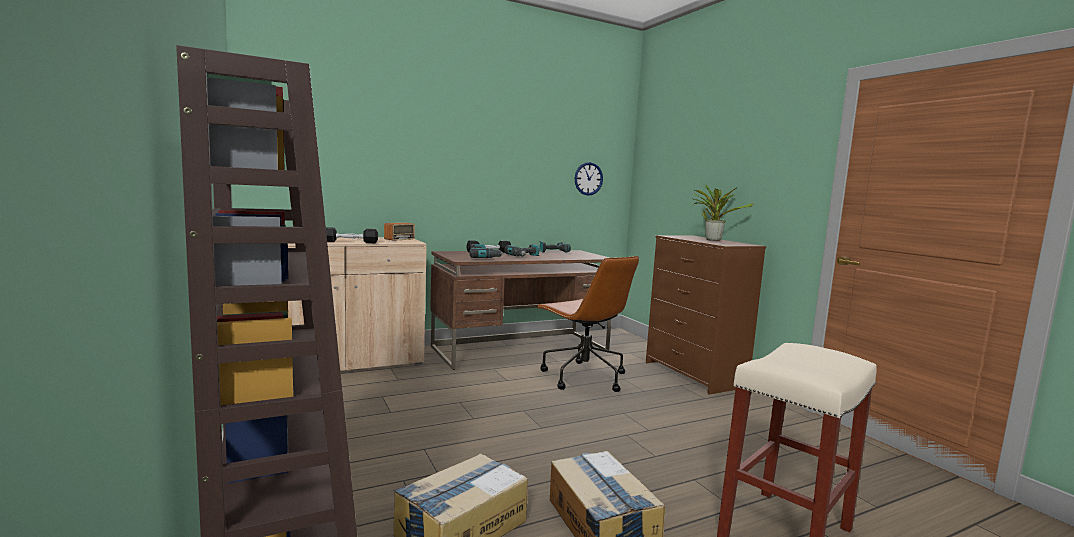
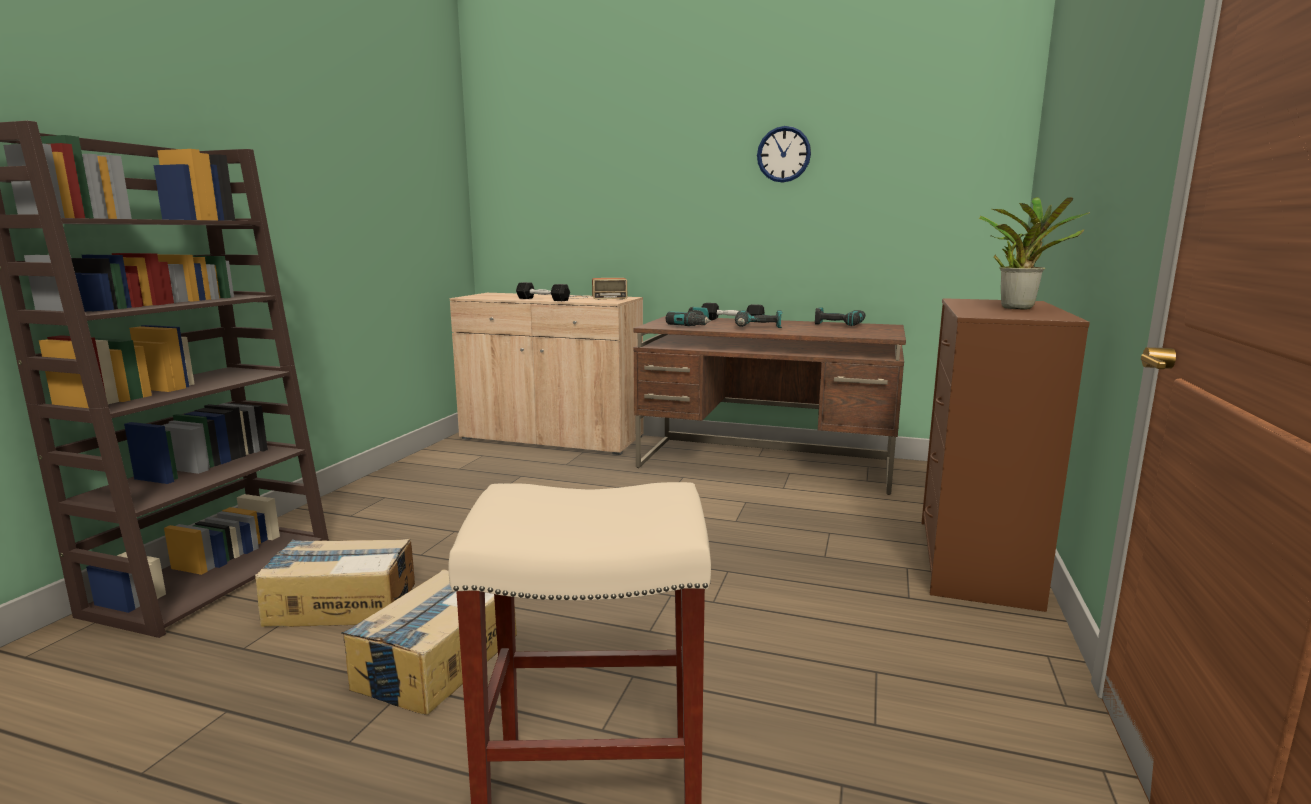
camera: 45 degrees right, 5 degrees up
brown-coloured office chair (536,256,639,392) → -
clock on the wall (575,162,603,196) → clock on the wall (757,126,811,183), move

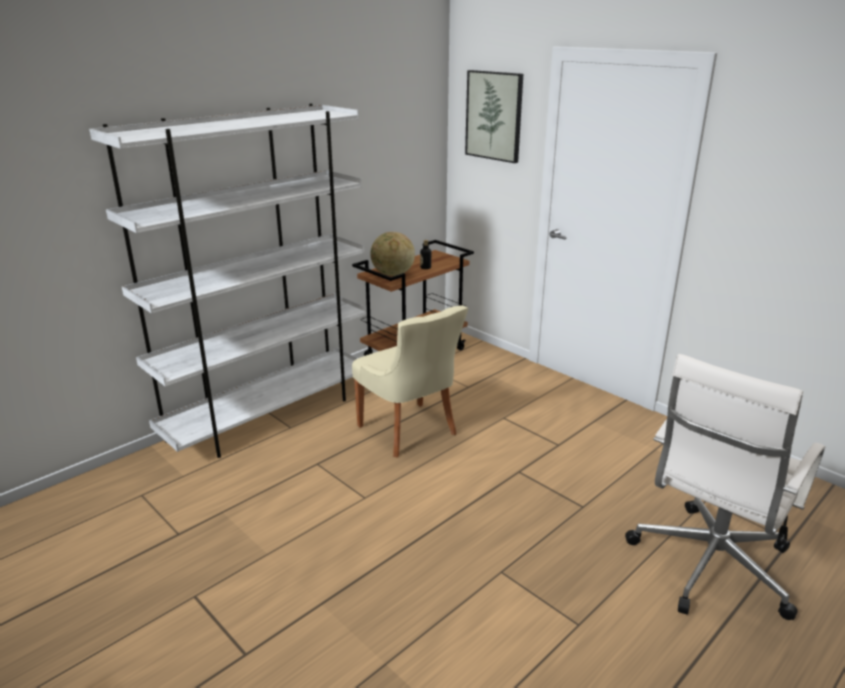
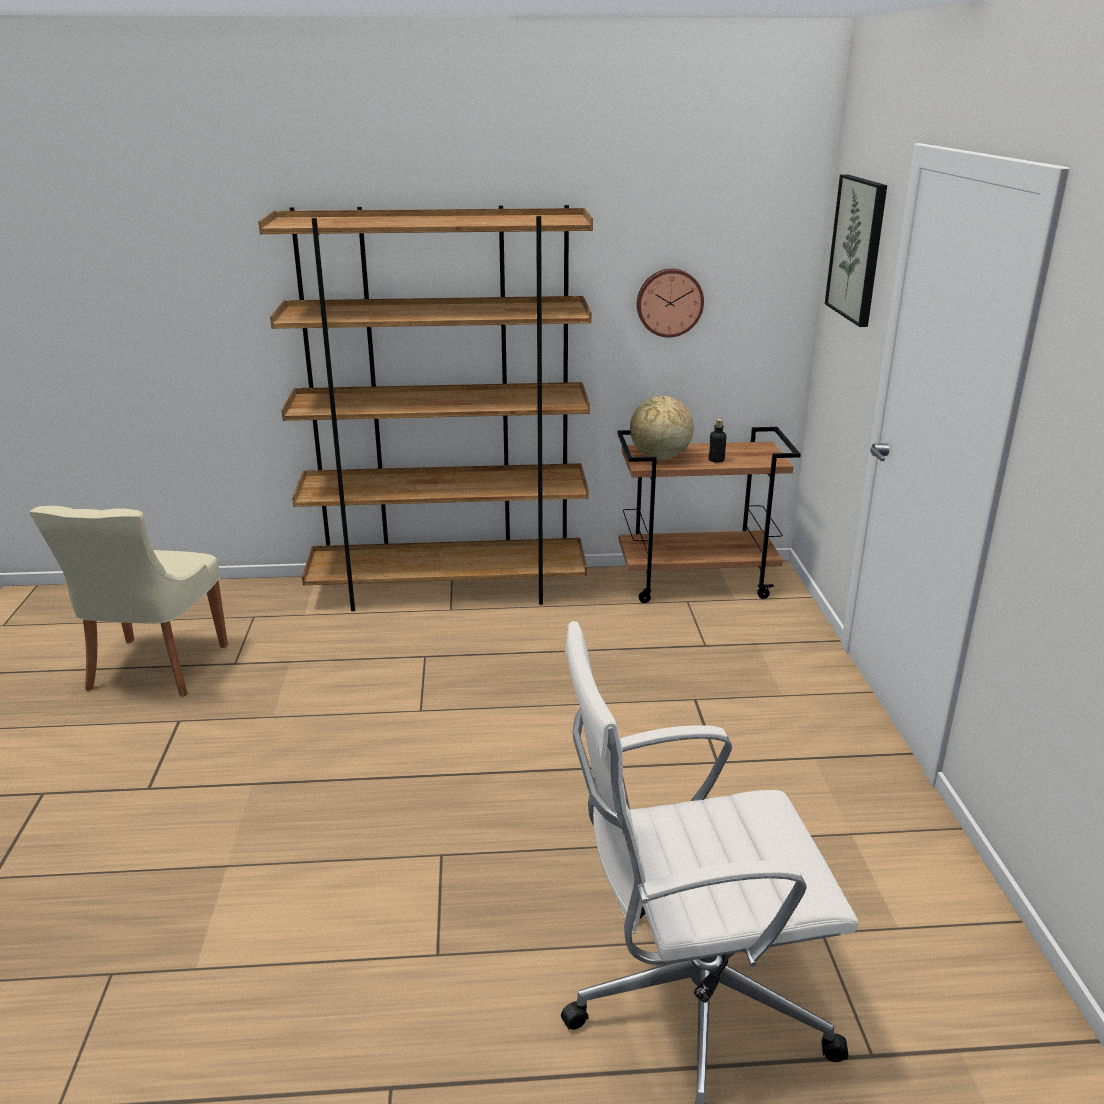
camera: 40 degrees right, 0 degrees up
white-coloured bookshelf (89,104,367,458) → brown-coloured bookshelf (258,205,593,611)
beige-coloured upright chair (352,305,468,457) → beige-coloured upright chair (29,506,228,697), move
- → clock on the wall (637,269,704,337)

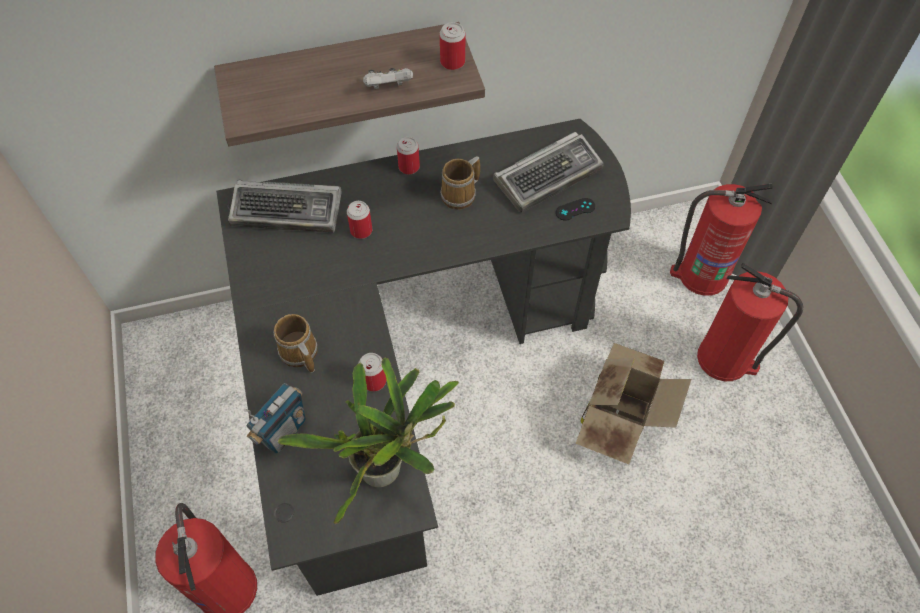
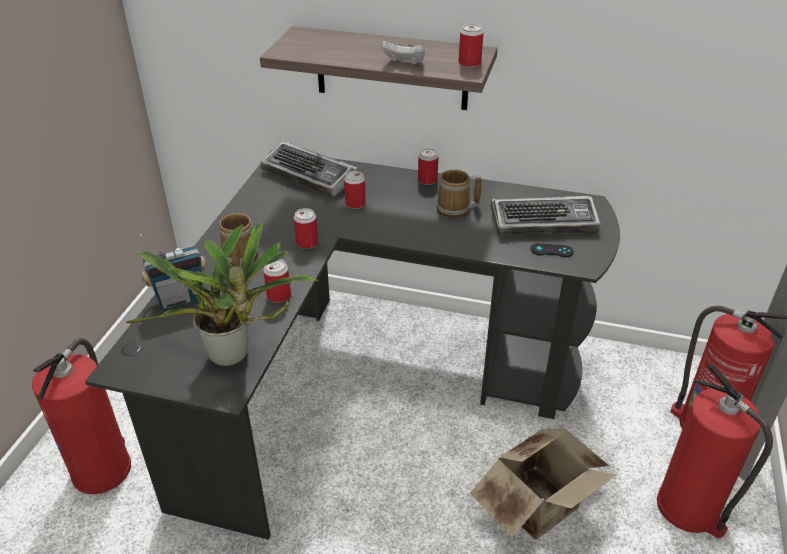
camera: 30 degrees right, 20 degrees down
- → can (294,208,318,249)

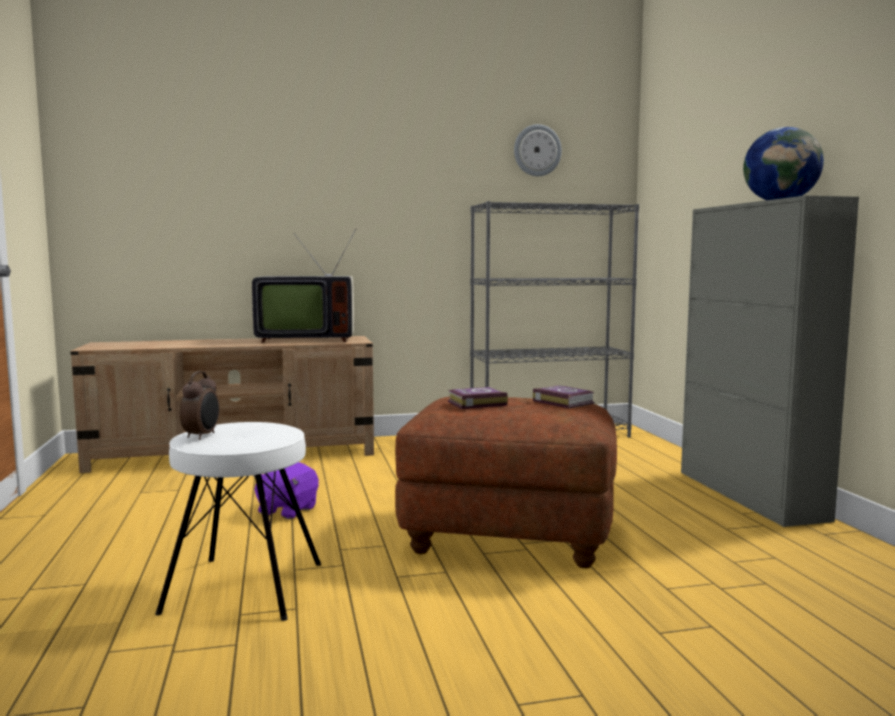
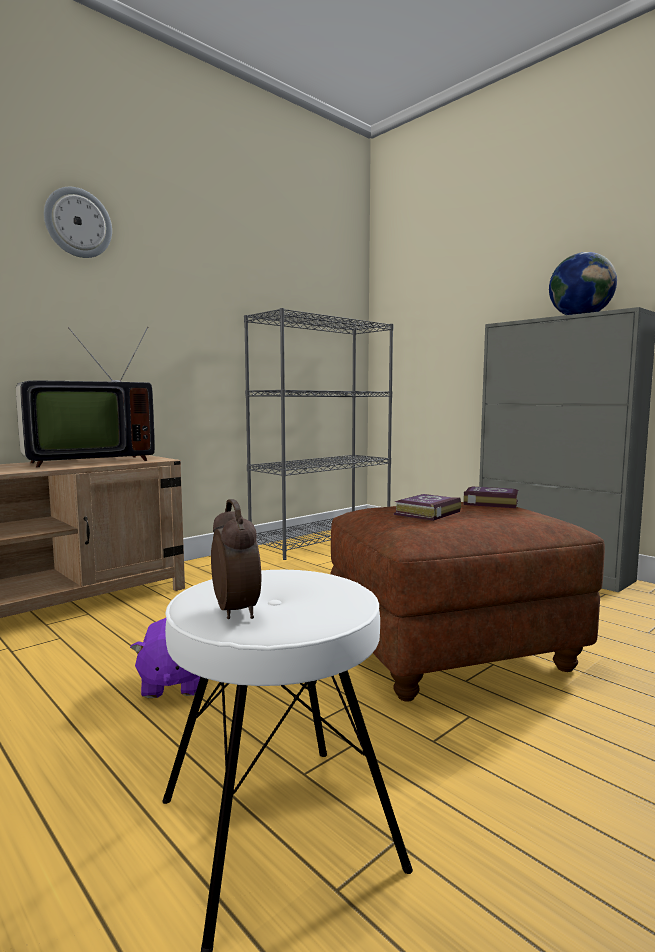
camera: 30 degrees left, 0 degrees up
clock on the wall (514,124,562,176) → clock on the wall (44,187,112,258), move

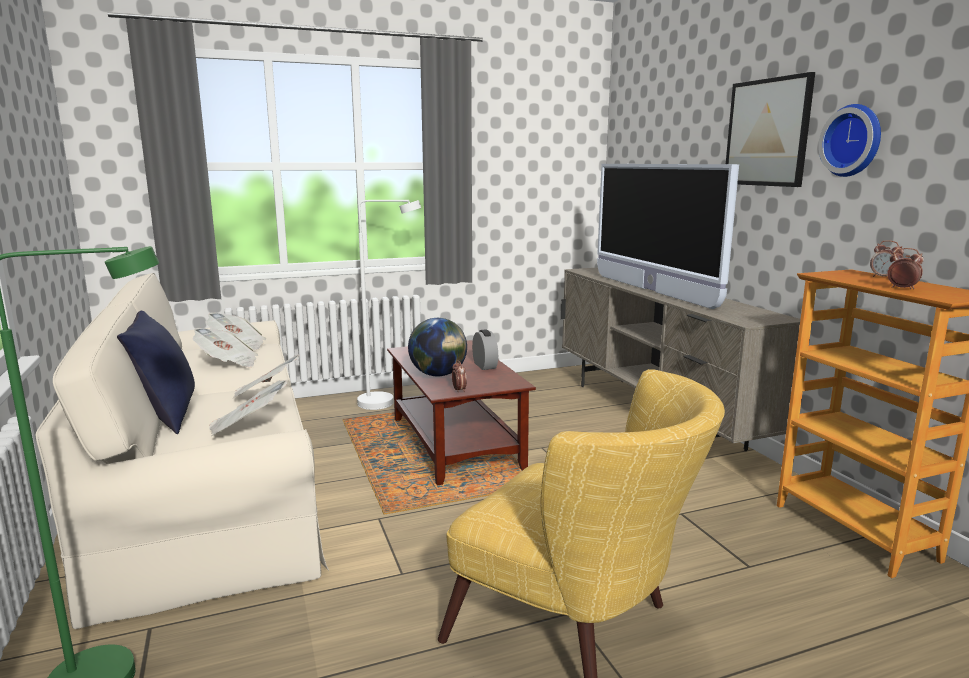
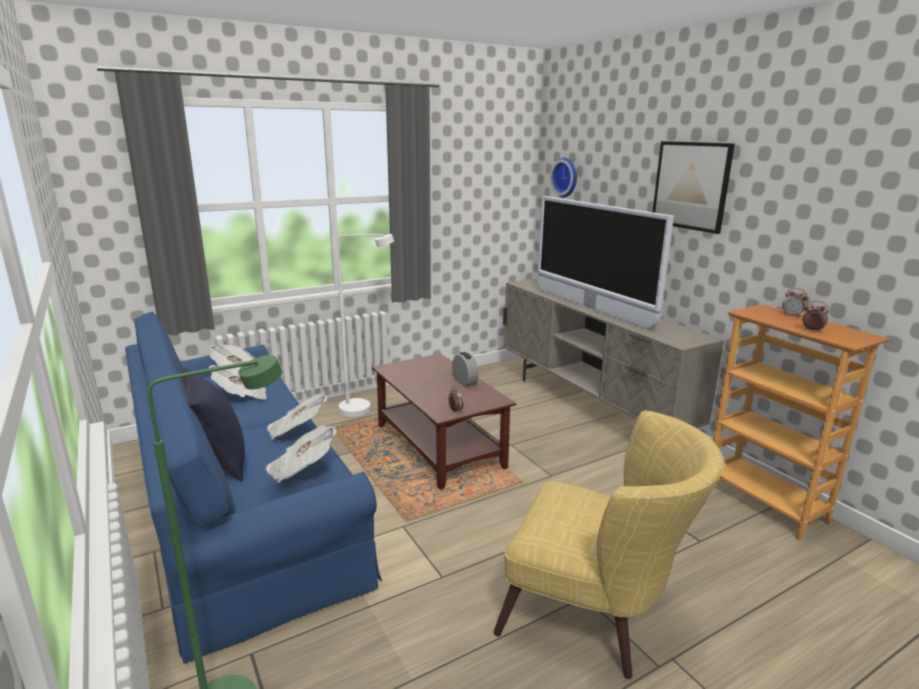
camera: 10 degrees left, 5 degrees up
beige-coloured couch (36,273,329,629) → blue-coloured couch (125,311,382,664)
world globe (408,318,467,376) → -
clock on the wall (818,104,881,177) → clock on the wall (550,158,577,198), move

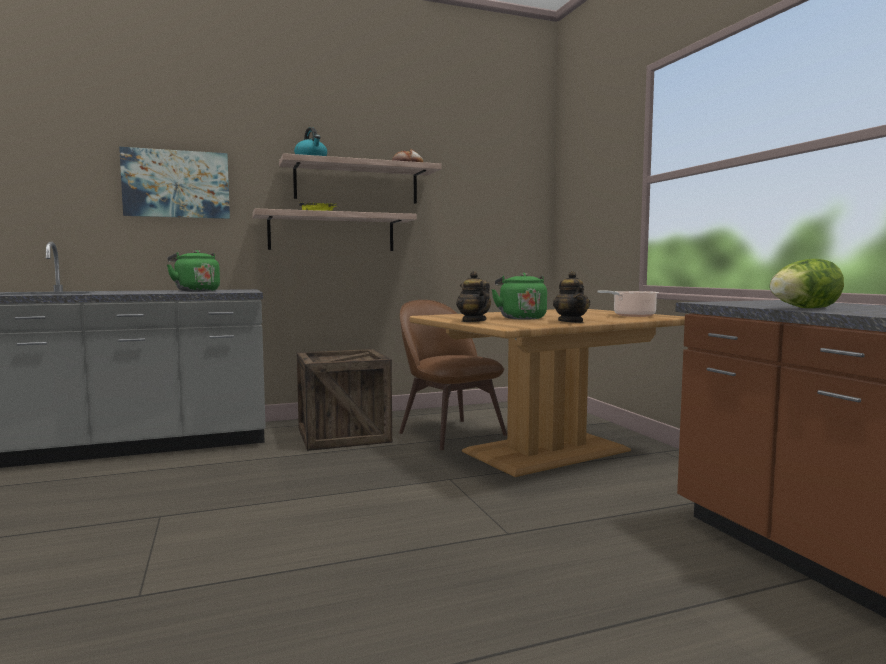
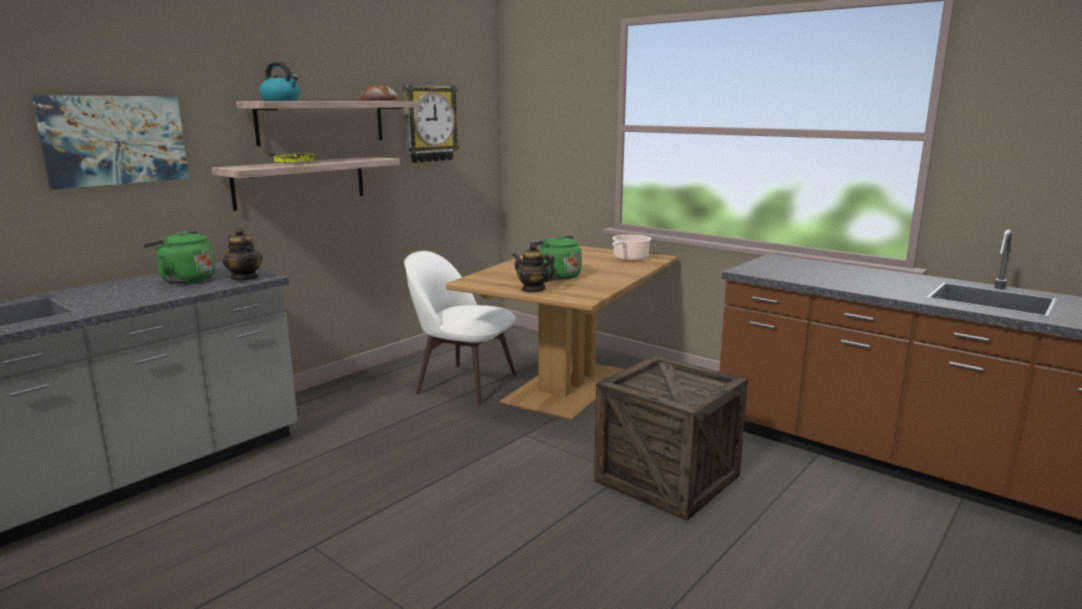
camera: 30 degrees left, 10 degrees up
crate (297,349,392,451) → crate (594,355,748,520), move
brown-coloured upright chair (399,300,507,450) → white-coloured upright chair (404,251,517,405)
teapot (553,271,590,323) → teapot (222,228,263,280), move
lettuce head (770,259,844,308) → -
- → clock on the wall (403,85,460,163)

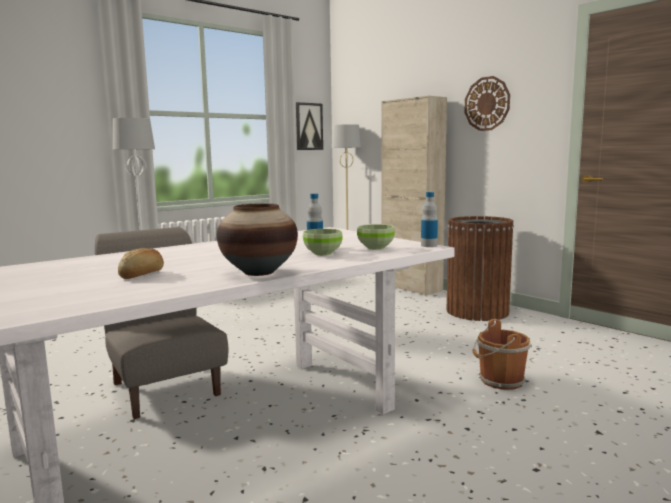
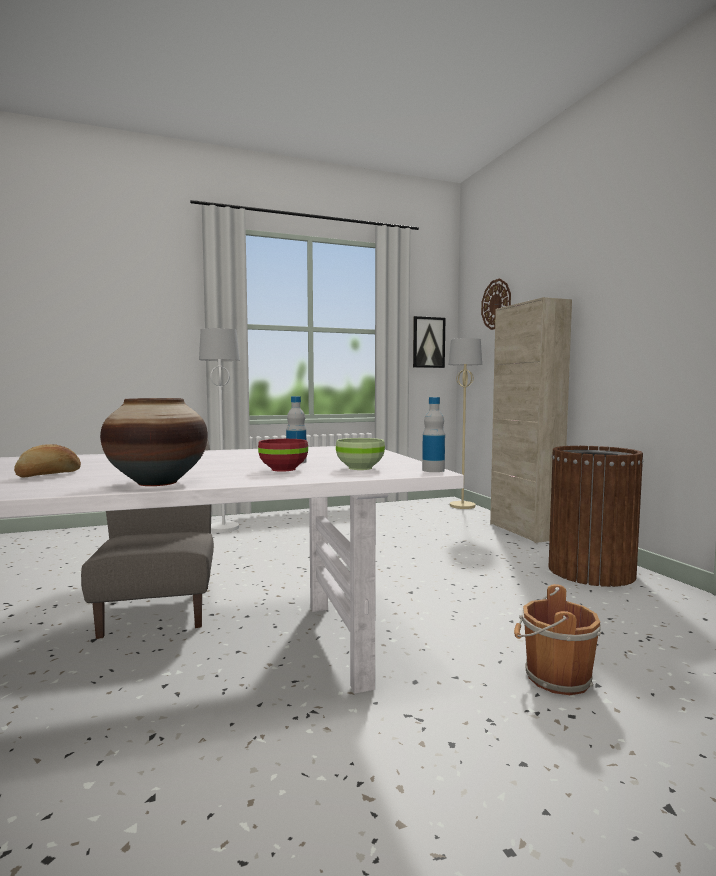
camera: 20 degrees right, 5 degrees down
green-coloured bowl (303,229,343,256) → red-coloured bowl (258,439,308,472)
clock on the wall (464,76,510,131) → clock on the wall (481,278,511,330), move

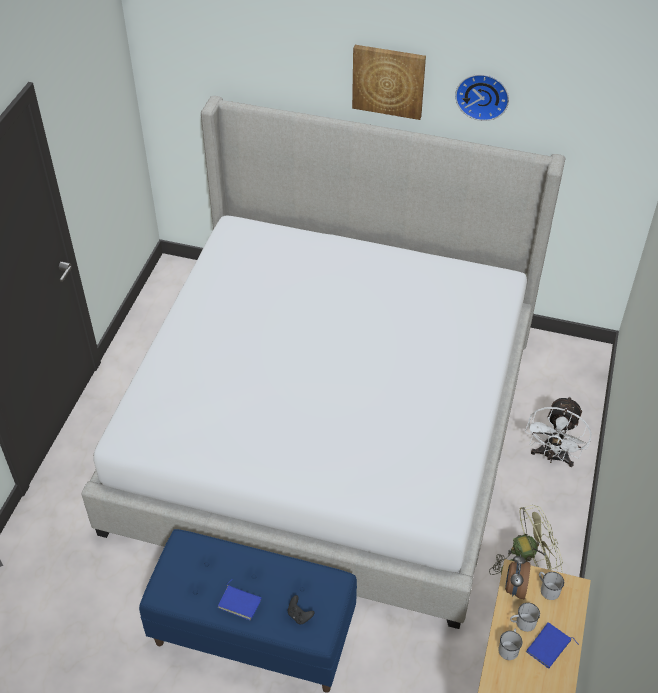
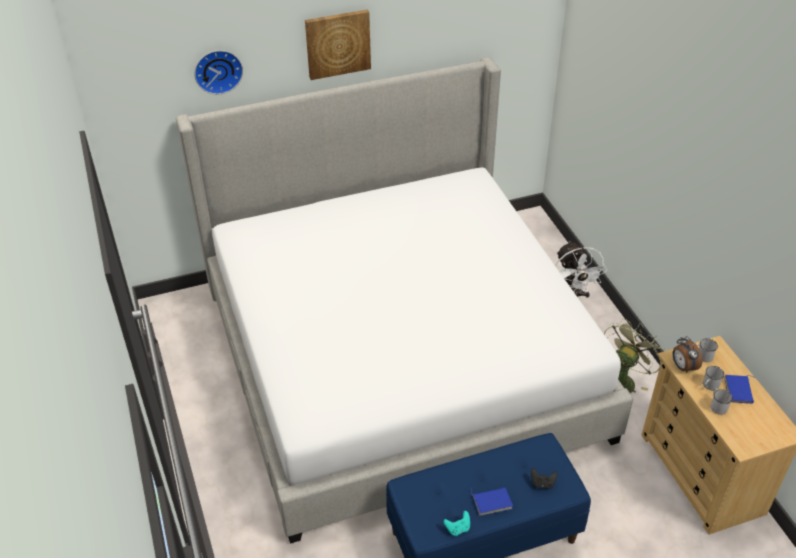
camera: 35 degrees left, 5 degrees down
clock on the wall (455,74,509,121) → clock on the wall (194,50,243,94), move
- → turquoise joypad (444,511,470,536)

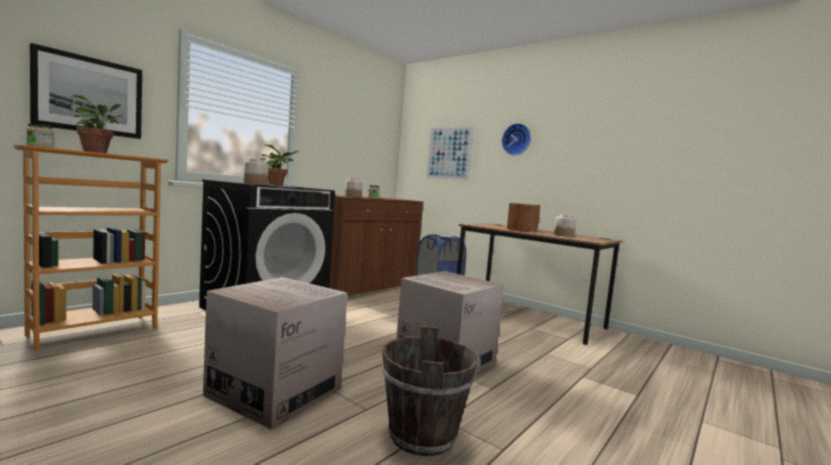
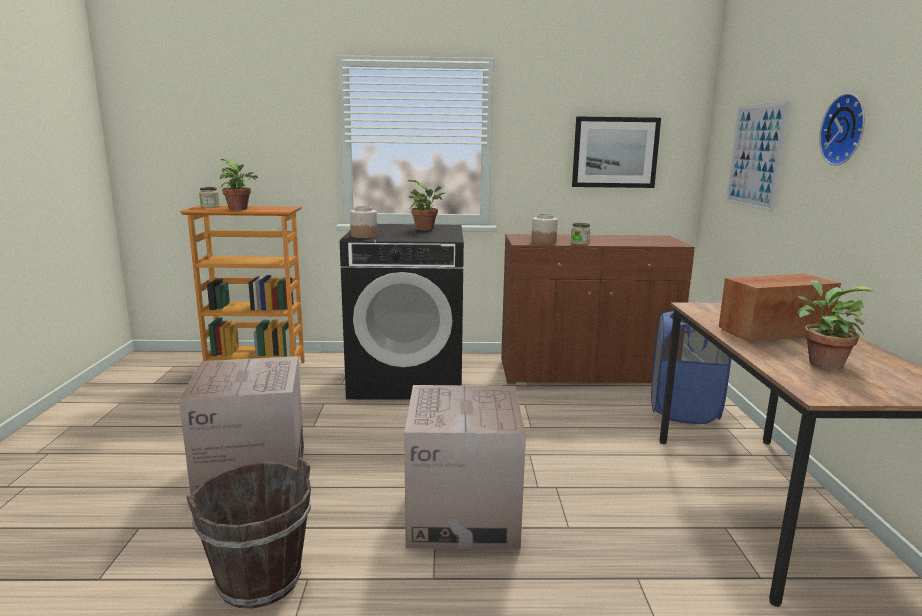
camera: 50 degrees right, 10 degrees up
wall picture (30,43,142,139) → wall picture (572,116,661,188), move
storage jar (554,214,576,237) → houseplant (797,280,875,370)

